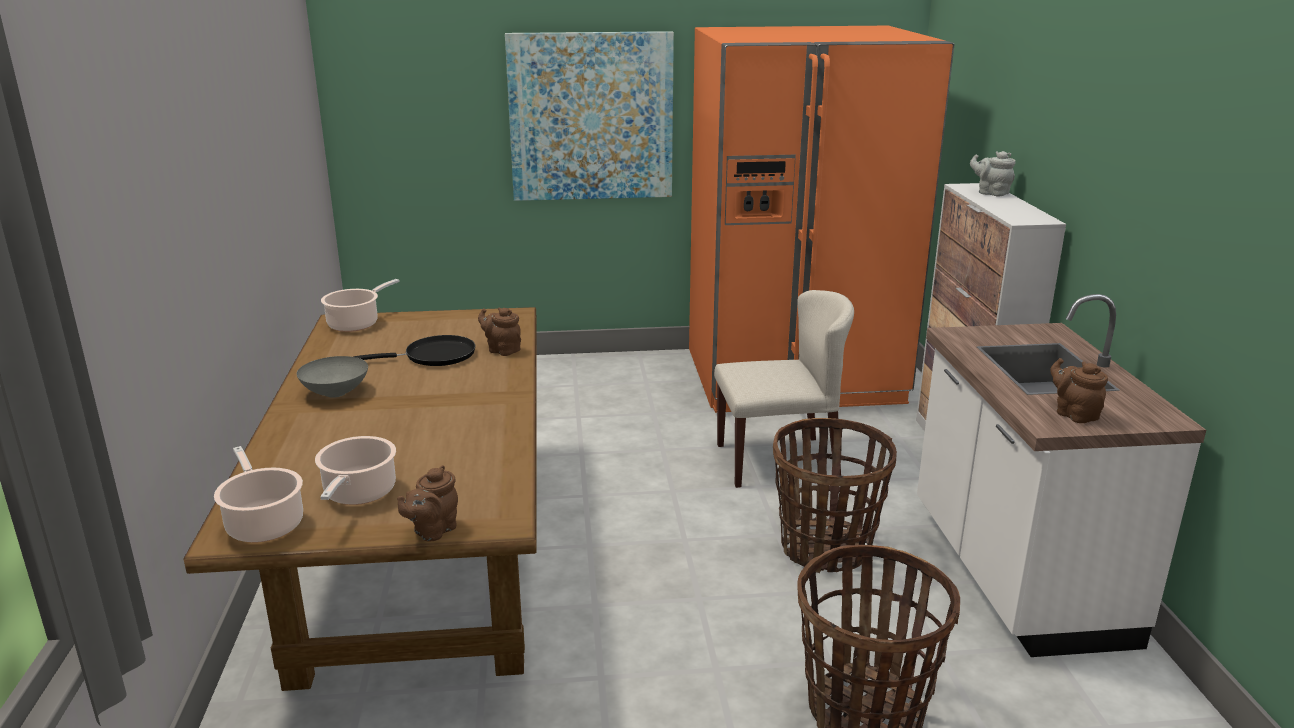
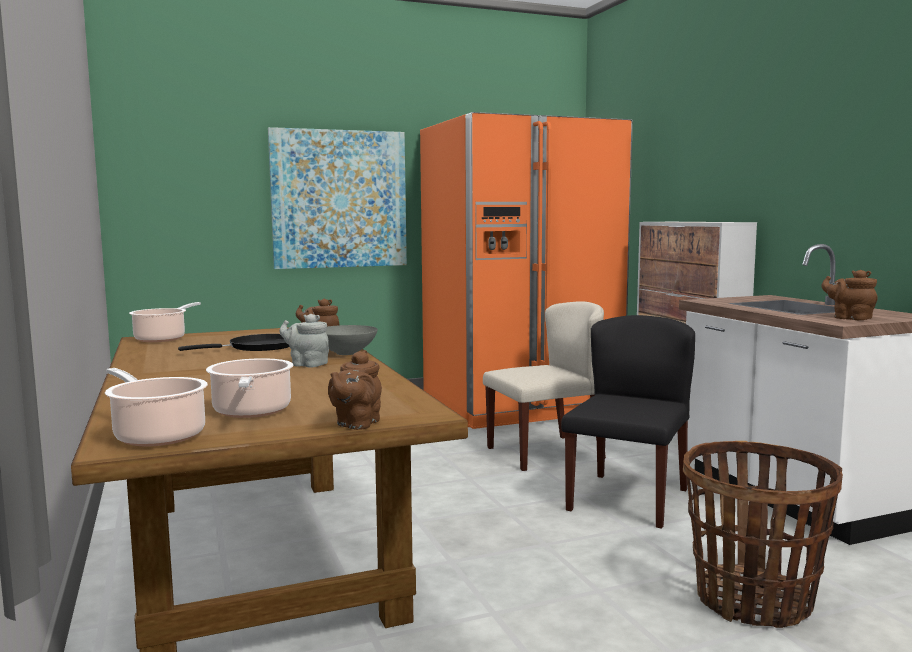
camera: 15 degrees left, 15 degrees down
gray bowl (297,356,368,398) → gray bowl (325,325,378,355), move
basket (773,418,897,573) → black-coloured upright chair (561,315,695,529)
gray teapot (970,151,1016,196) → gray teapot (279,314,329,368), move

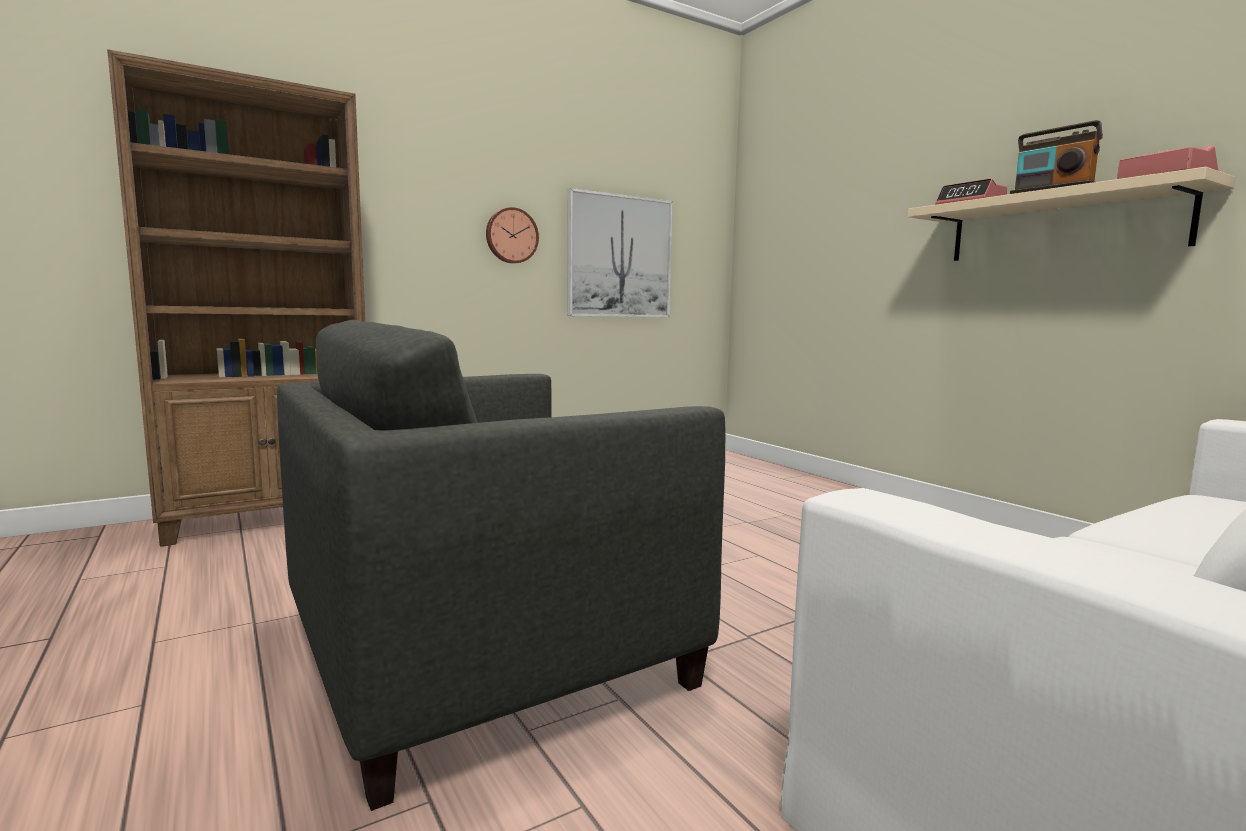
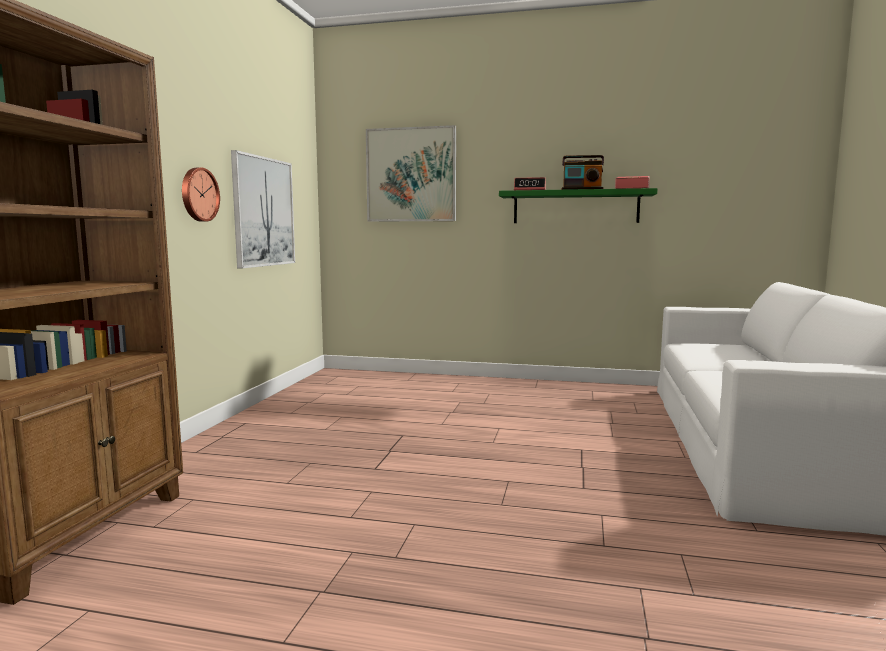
camera: 45 degrees left, 0 degrees up
gray lounge chair (277,320,726,811) → -
beige-coloured bracket shelf (908,167,1236,261) → green-coloured bracket shelf (499,188,658,223)
- → wall picture (366,125,456,222)

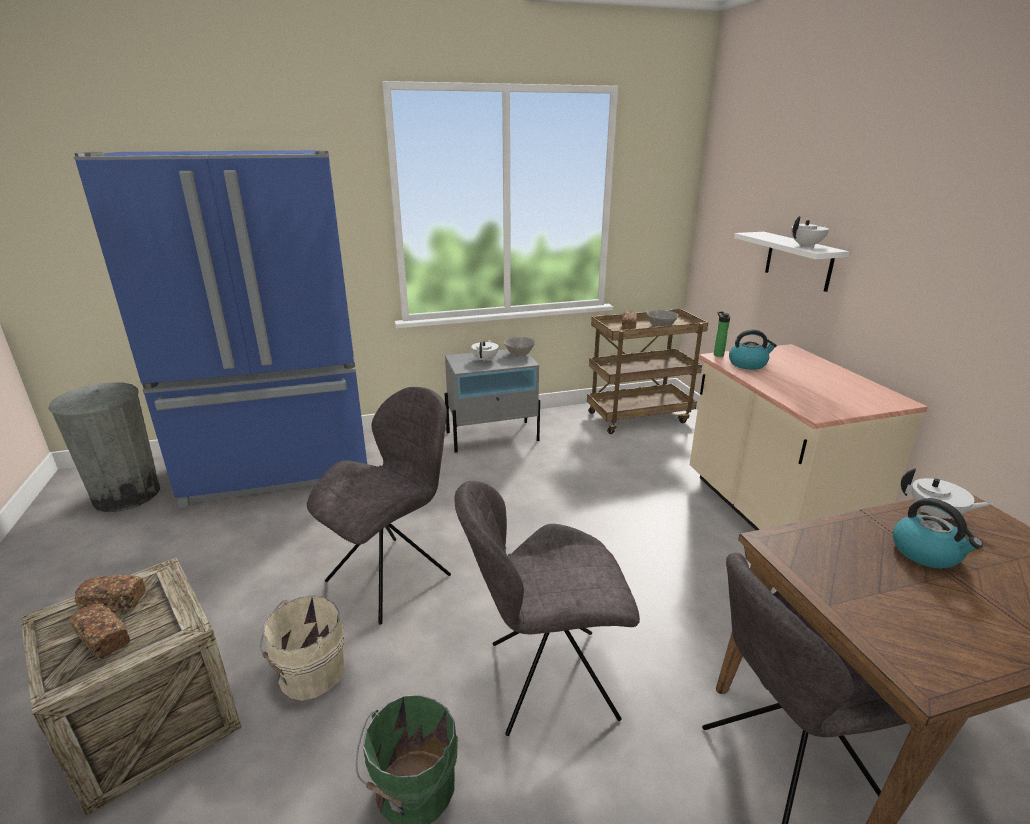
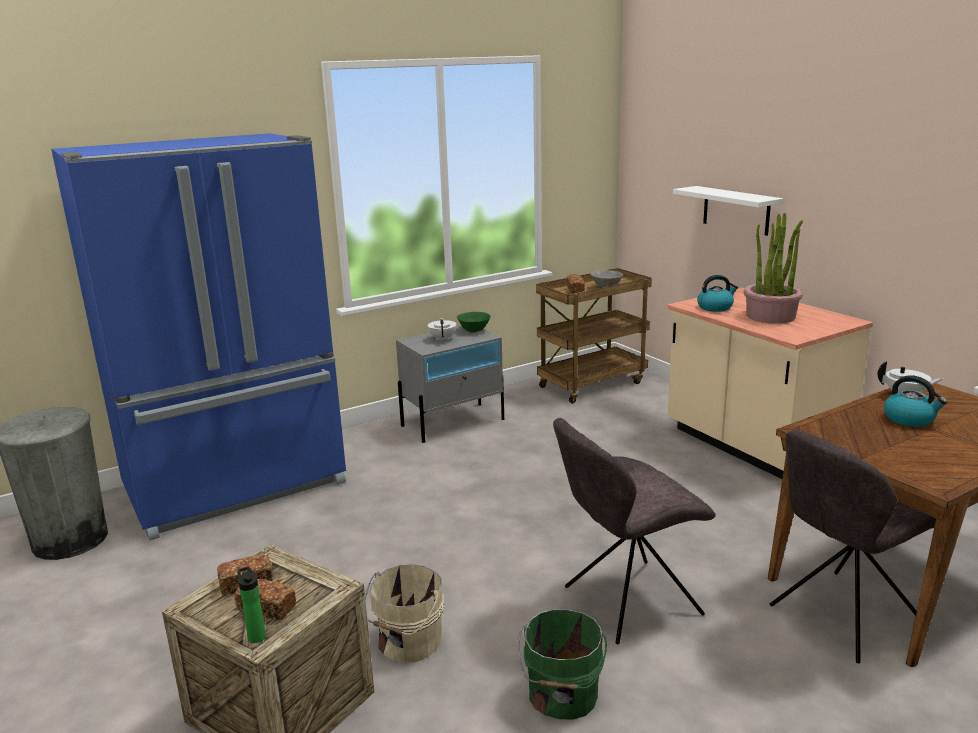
camera: 15 degrees left, 5 degrees down
gray upright chair (307,387,451,624) → -
gray bowl (503,337,535,357) → green-coloured bowl (457,312,491,333)
drink bottle (714,312,730,357) → drink bottle (238,566,266,643), move
white-coloured teapot (791,216,829,248) → -
- → houseplant (744,213,803,324)

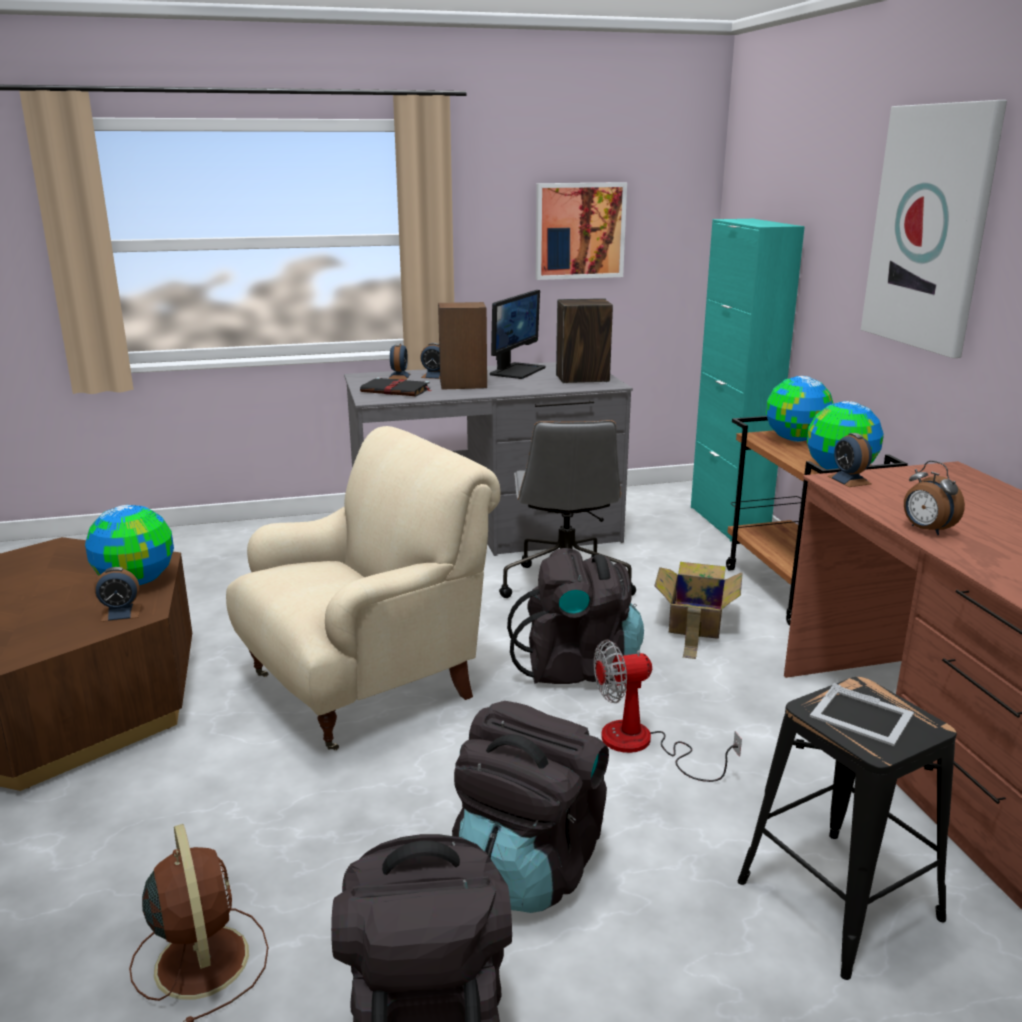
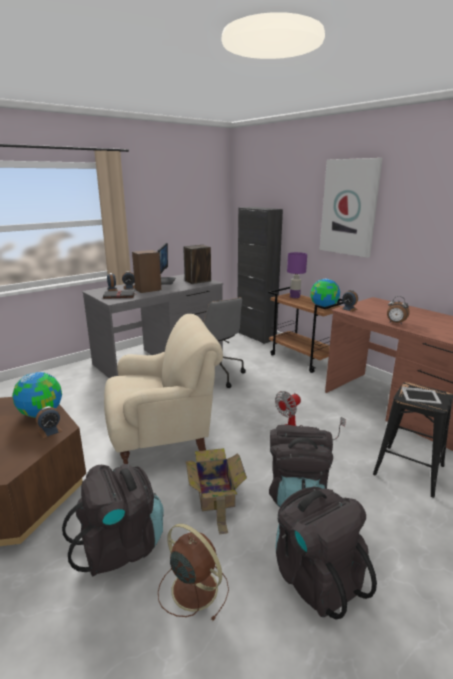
camera: 25 degrees left, 0 degrees up
beige-coloured lounge chair (226,426,501,750) → beige-coloured lounge chair (104,314,223,464), 45 degrees clockwise
black-coloured backpack (507,548,644,685) → black-coloured backpack (62,464,164,576), move
wall picture (536,182,627,280) → -
carton (654,562,743,659) → carton (186,448,247,535), move
turquoise storage cabinet (691,219,805,541) → black-coloured storage cabinet (238,207,283,344)
world globe (766,376,834,442) → purple-coloured lamp for a table (287,252,307,298)

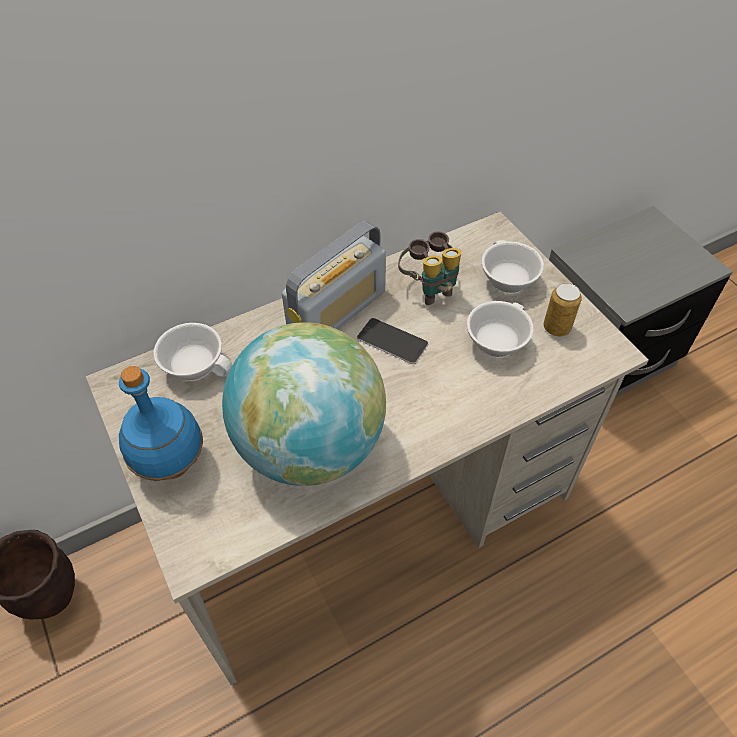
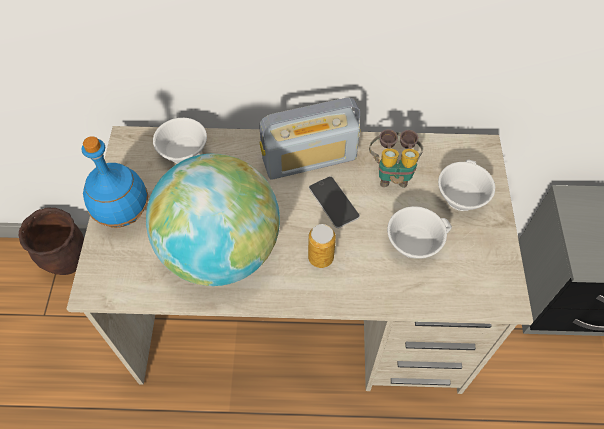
camera: 30 degrees right, 5 degrees up
can (544,283,582,336) → can (308,224,336,268), move

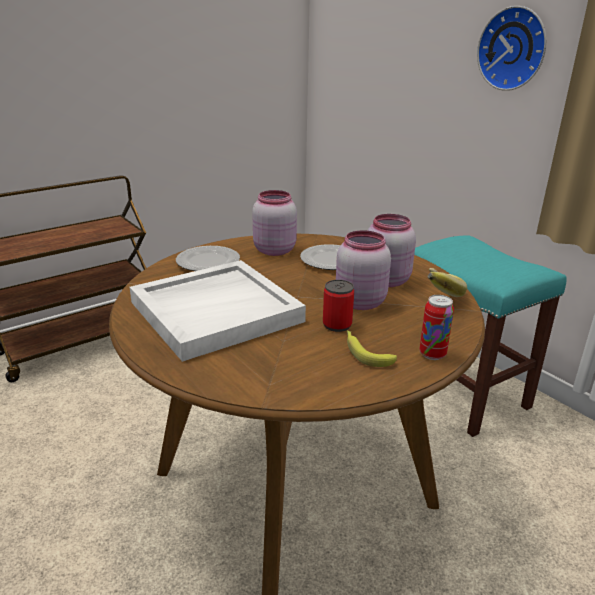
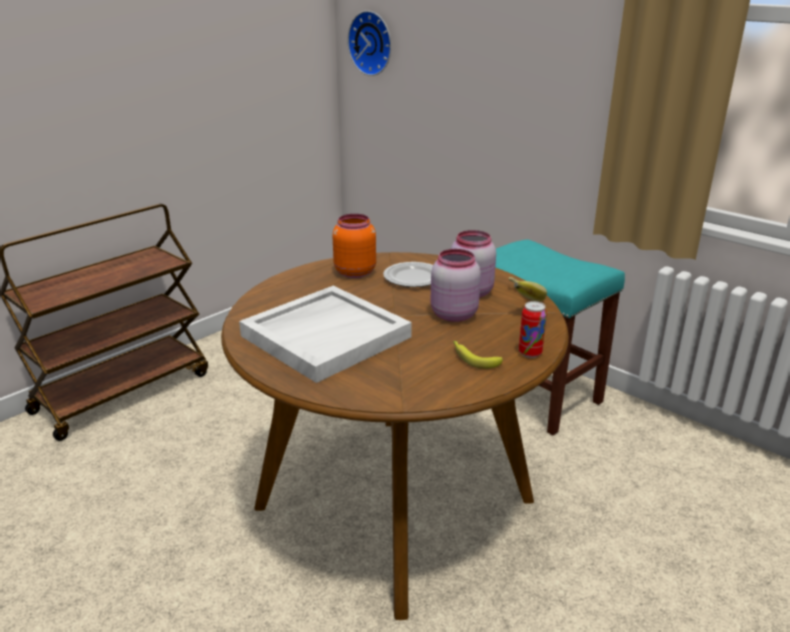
camera: 10 degrees left, 0 degrees up
dinner plate (176,246,240,271) → -
pink storage jar (252,190,297,256) → orangey storage jar (333,214,376,278)
can (323,280,354,332) → -
clock on the wall (477,6,547,91) → clock on the wall (347,11,391,76), move

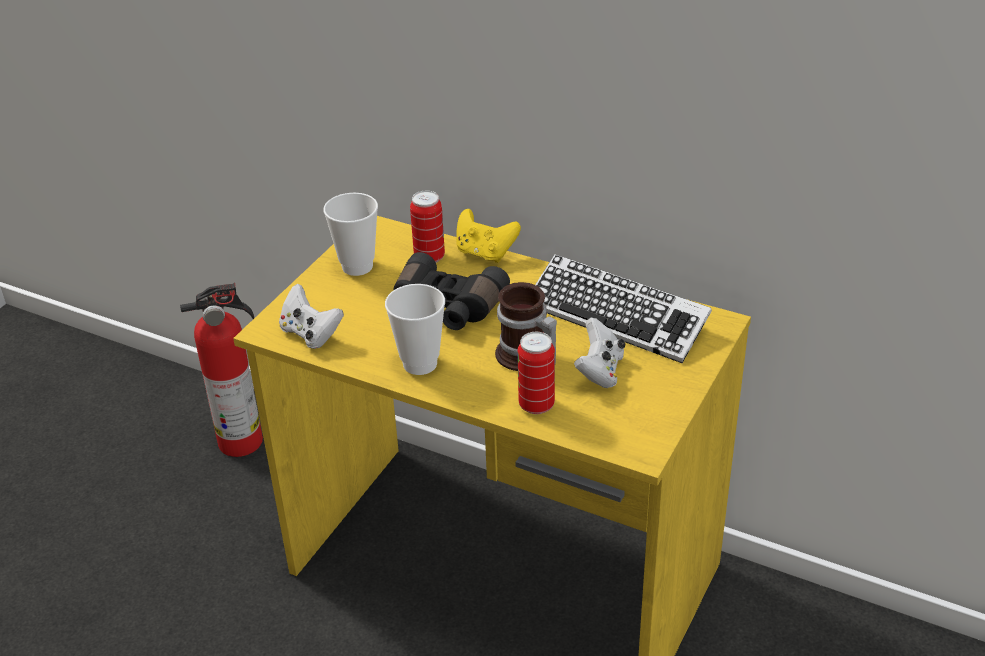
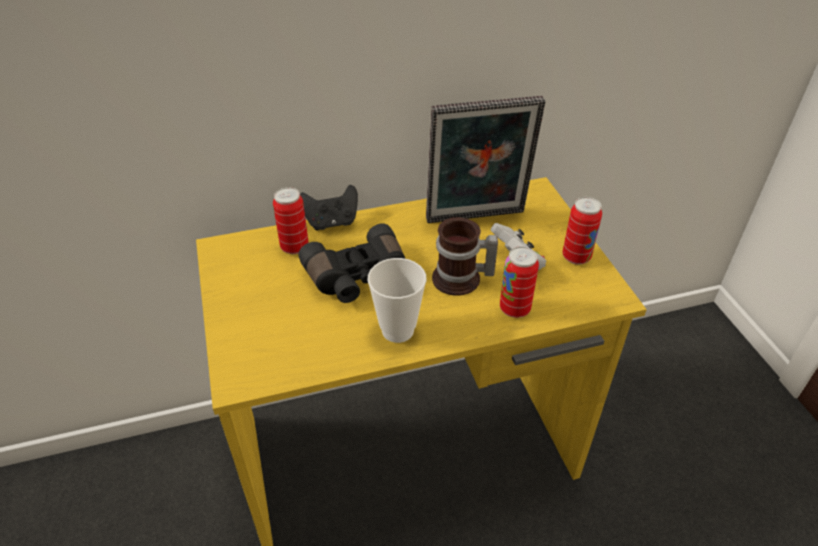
camera: 45 degrees left, 5 degrees up
extinguisher (180,282,263,457) → -
white-coloured joypad (279,284,344,349) → -
drinking cup (324,193,378,276) → -
yellowish joypad (456,209,521,263) → black-coloured joypad (300,185,358,230)
computer keyboard (535,254,712,363) → photo frame (426,96,545,223)
- → can (563,197,602,265)

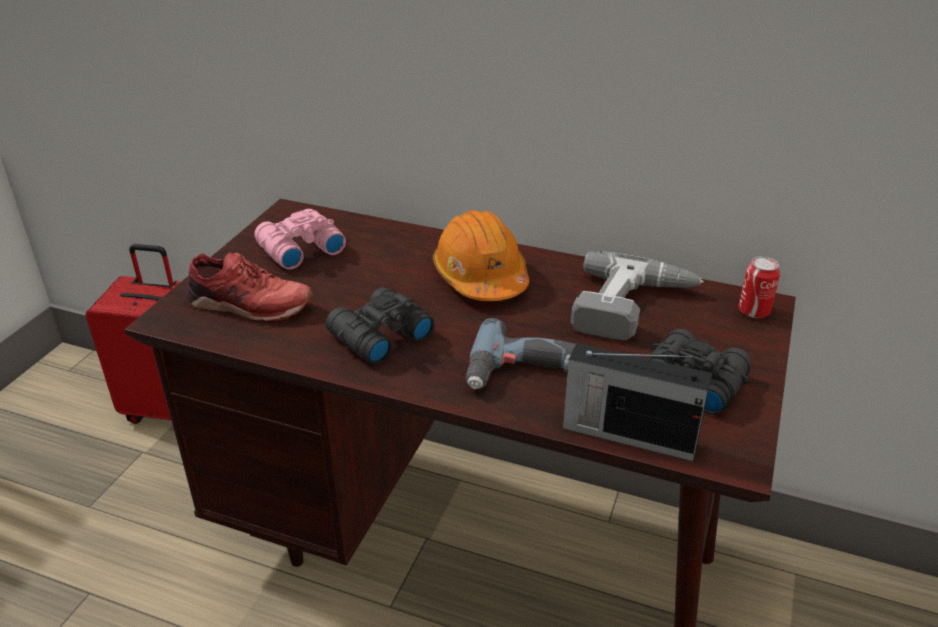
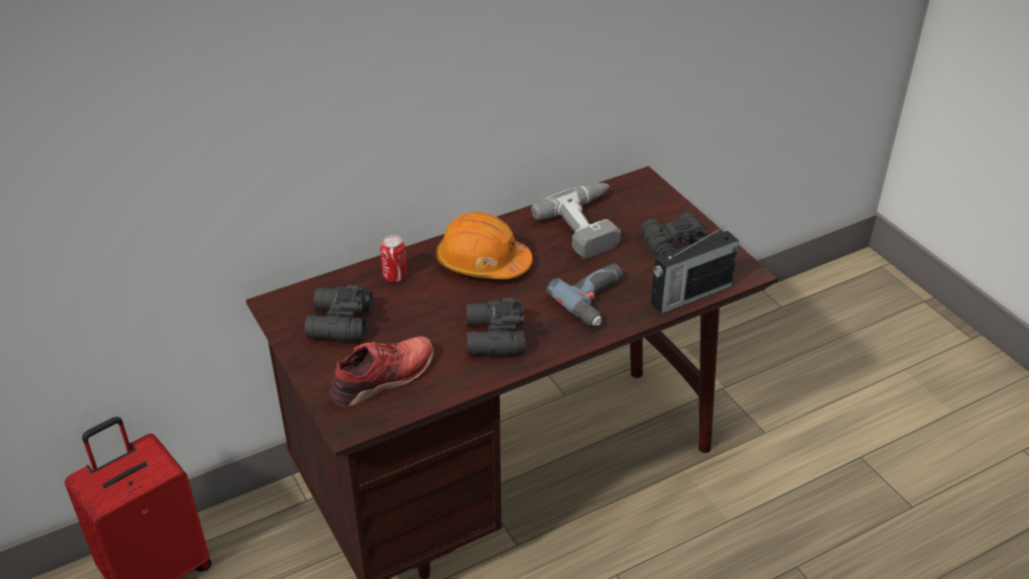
camera: 50 degrees left, 5 degrees up
pink field glasses (254,209,346,269) → black-coloured field glasses (305,285,373,341)
can (739,256,780,318) → can (380,235,407,282), move

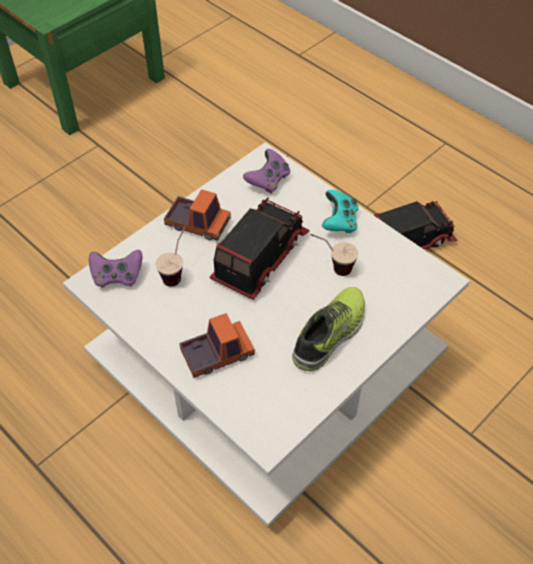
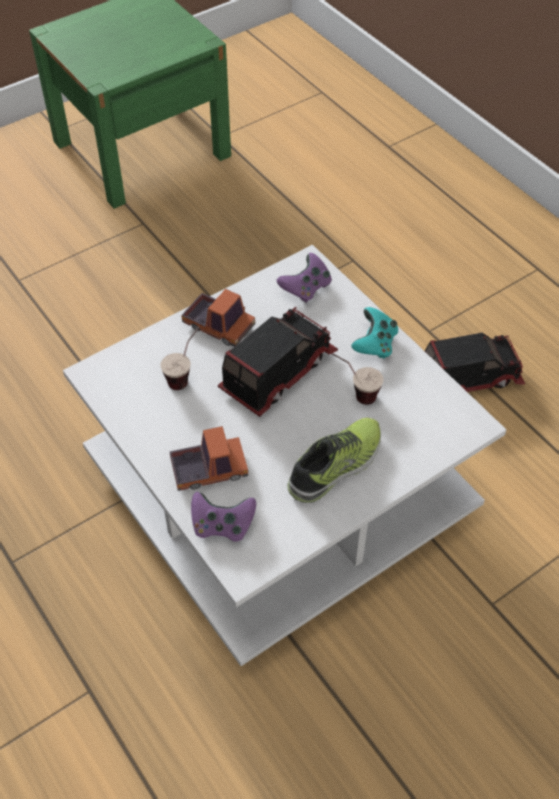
camera: 10 degrees right, 0 degrees up
purple-coloured joypad (89,250,143,287) → purple-coloured joypad (191,492,256,541), move

